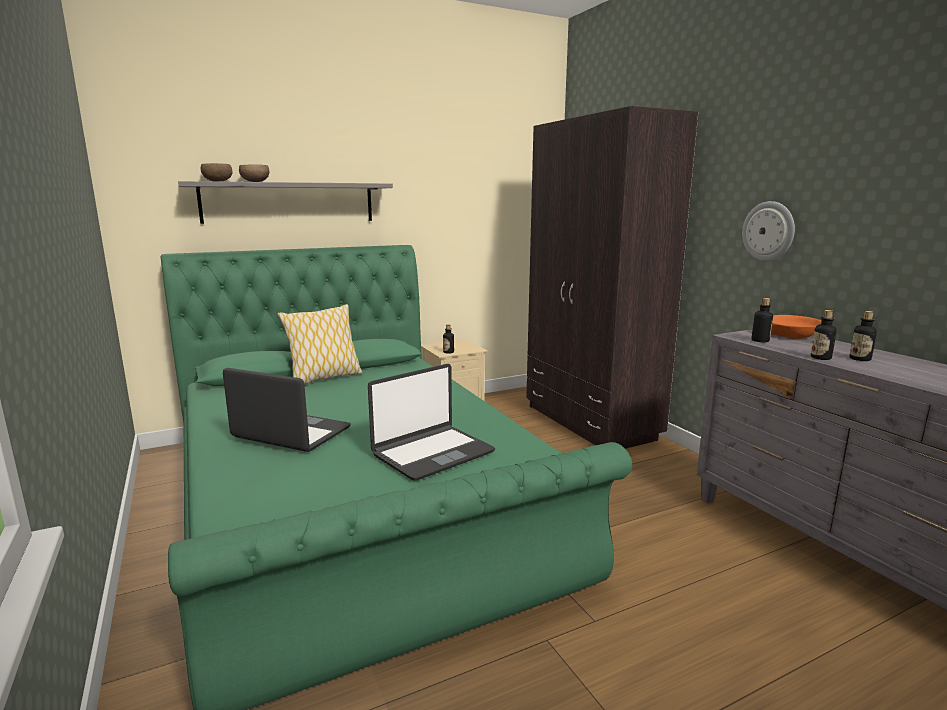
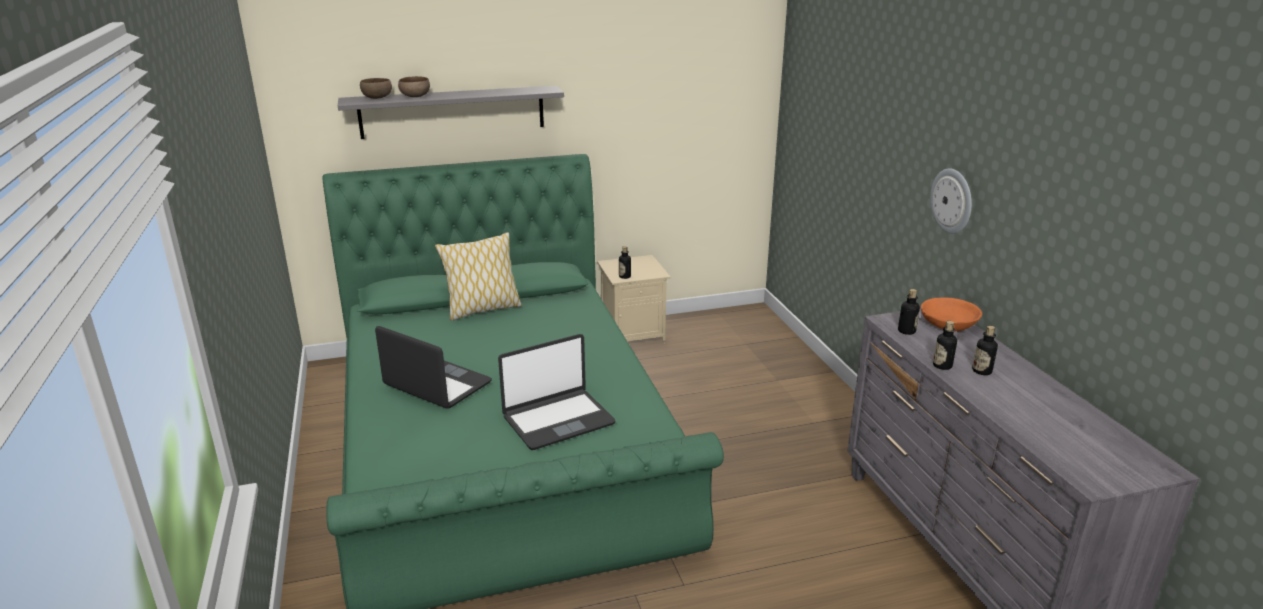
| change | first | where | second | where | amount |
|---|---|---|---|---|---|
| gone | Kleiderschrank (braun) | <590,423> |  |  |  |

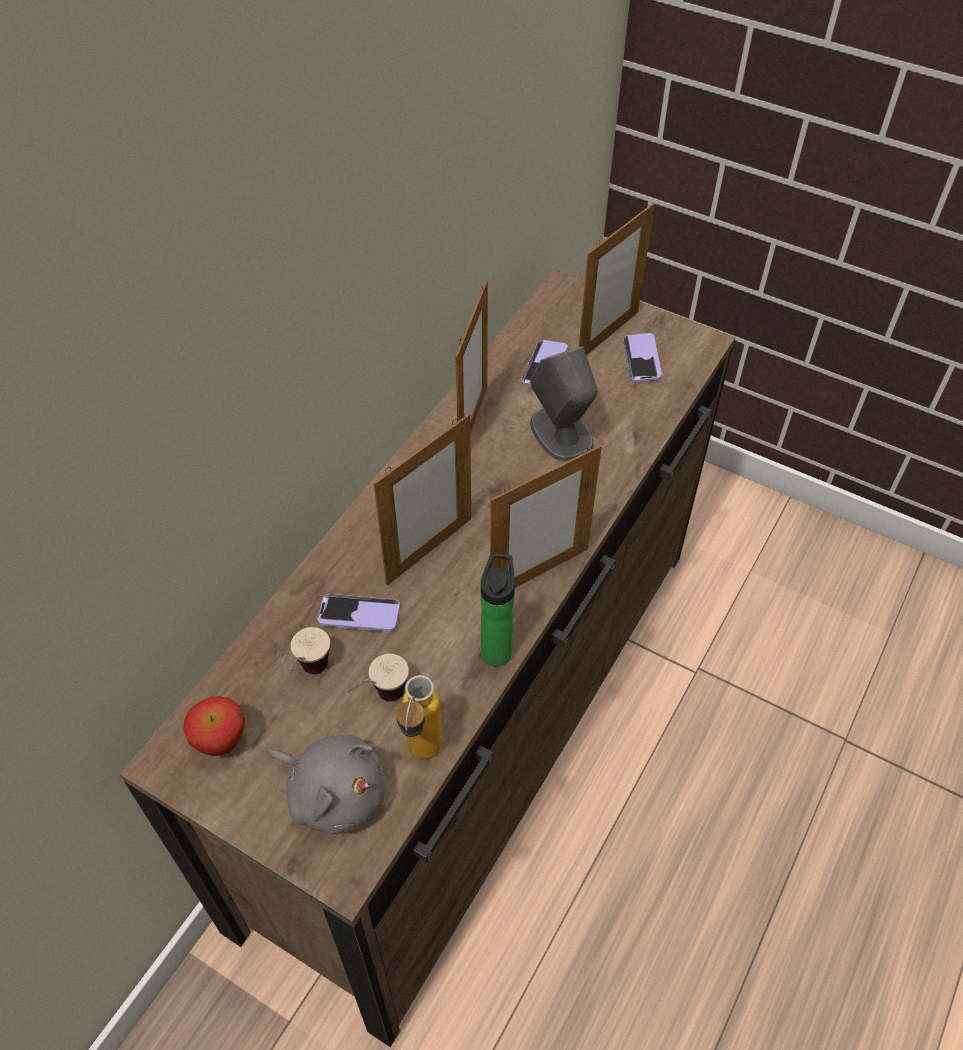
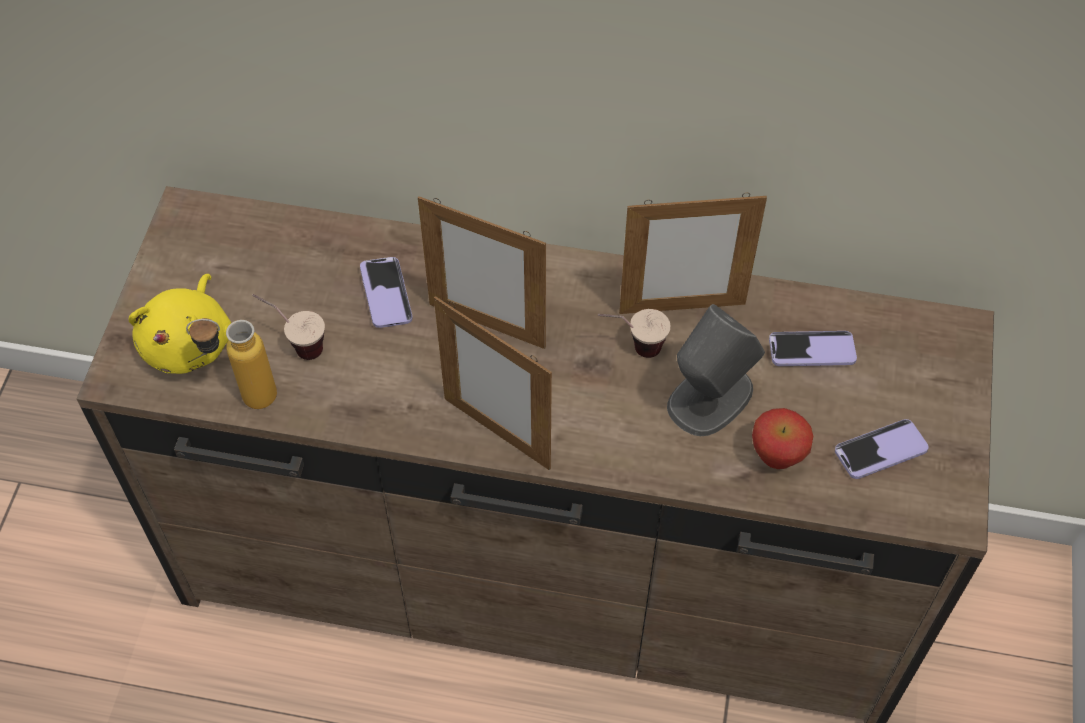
| change | first | where | second | where | amount |
|---|---|---|---|---|---|
| repainted | Plüschtier (grau) | <334,792> | Plüschtier (gelb) | <190,342> |  |
| shifted | Tasse | <309,677> |  | <631,348> |  |
| shifted | Apfel | <222,743> |  | <776,457> |  |
| gone | Flasche | <497,648> |  |  |  |
| gone | Bilderrahmen | <608,336> |  |  |  |

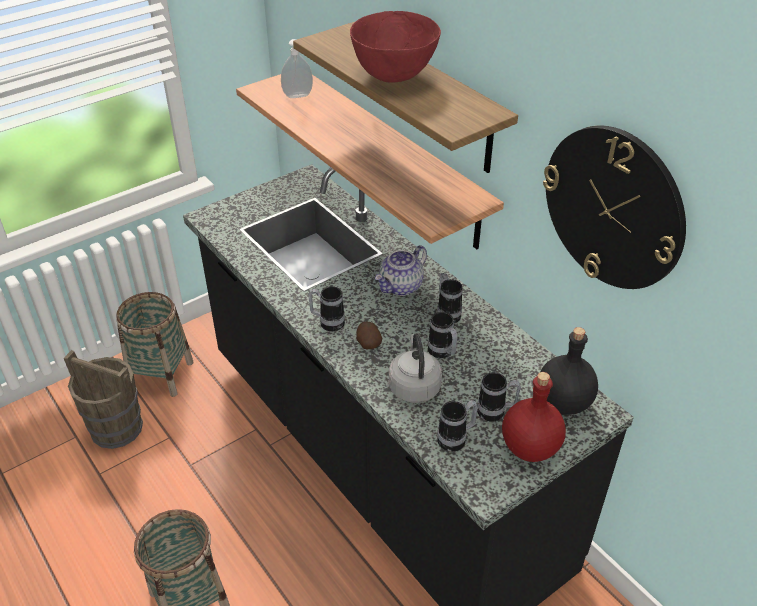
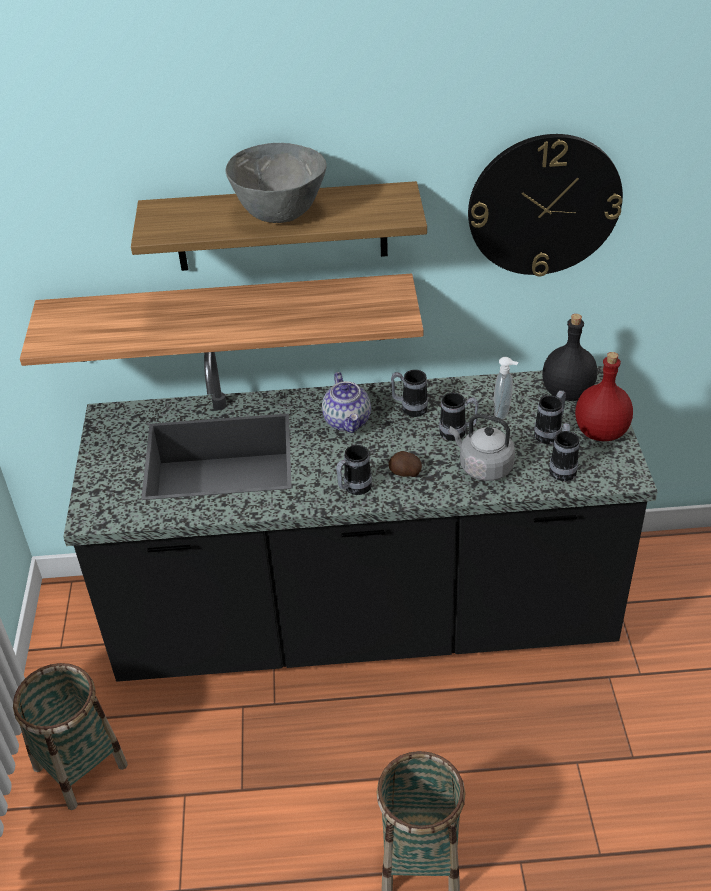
| change | first | where | second | where | amount |
|---|---|---|---|---|---|
| repainted | Schüssel (rot) | <393,76> | Schüssel (grau) | <279,215> |  |
| shifted | Seifenspender | <298,96> |  | <503,413> |  |
| gone | Eimer (braun) | <116,428> |  |  |  |

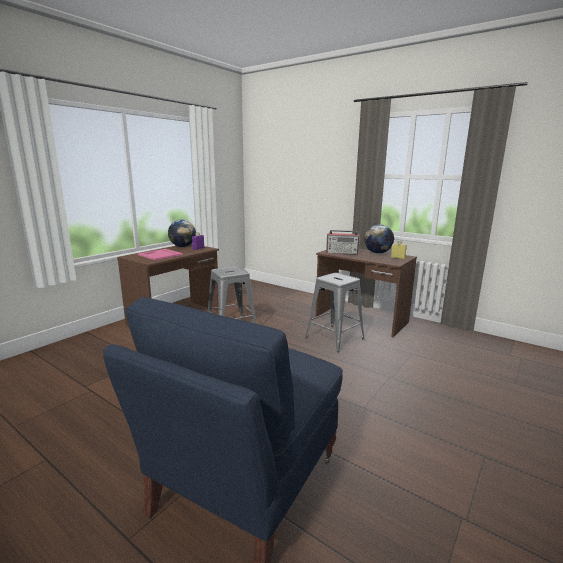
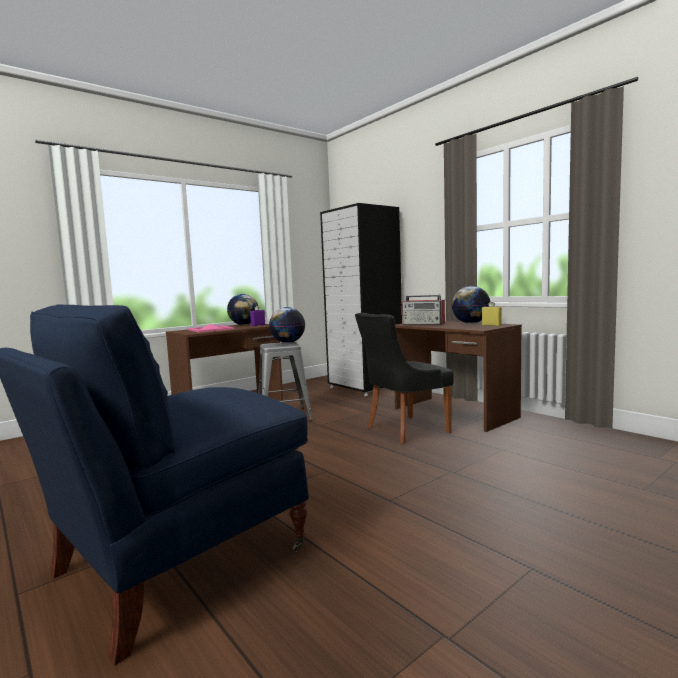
| change | first | where | second | where | amount |
|---|---|---|---|---|---|
| new |  |  | Globus | <288,342> |  |
| new |  |  | Kleiderschrank | <365,388> |  |
| swapped | Hocker (grau) | <335,338> | Stuhl (schwarz) | <404,430> |  |

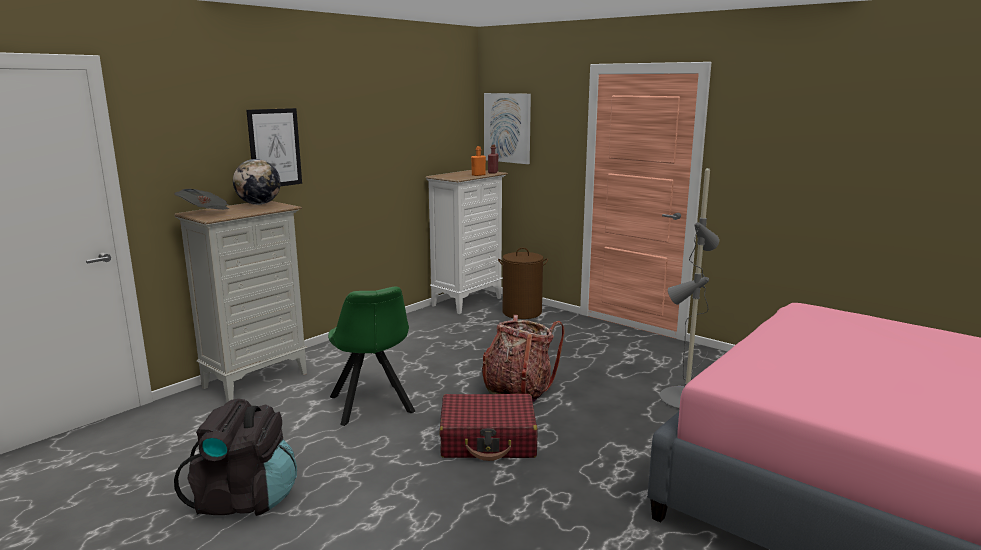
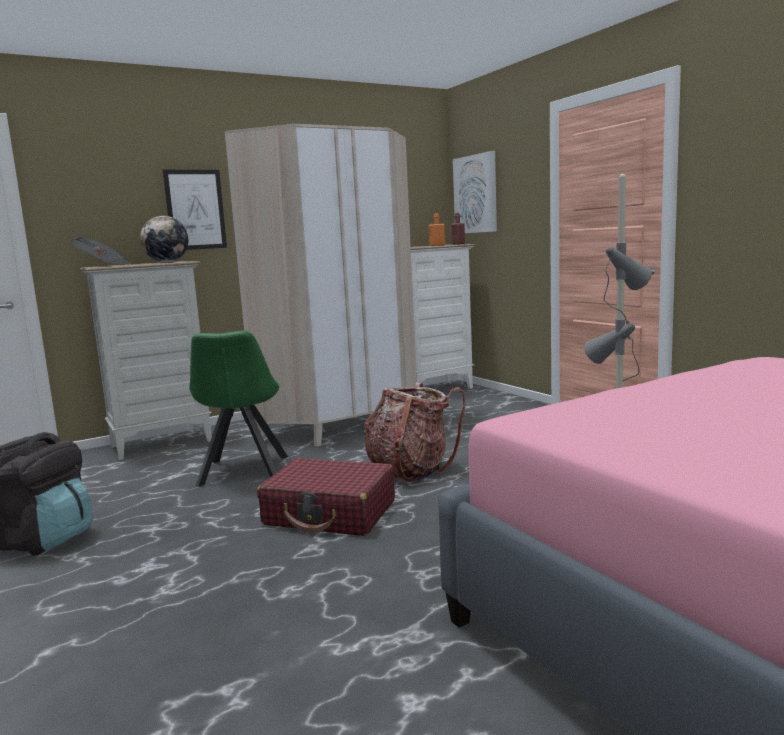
| change | first | where | second | where | amount |
|---|---|---|---|---|---|
| new |  |  | Kleiderschrank (beige) | <338,424> |  |
| gone | Wäschekorb (braun) | <522,312> |  |  |  |

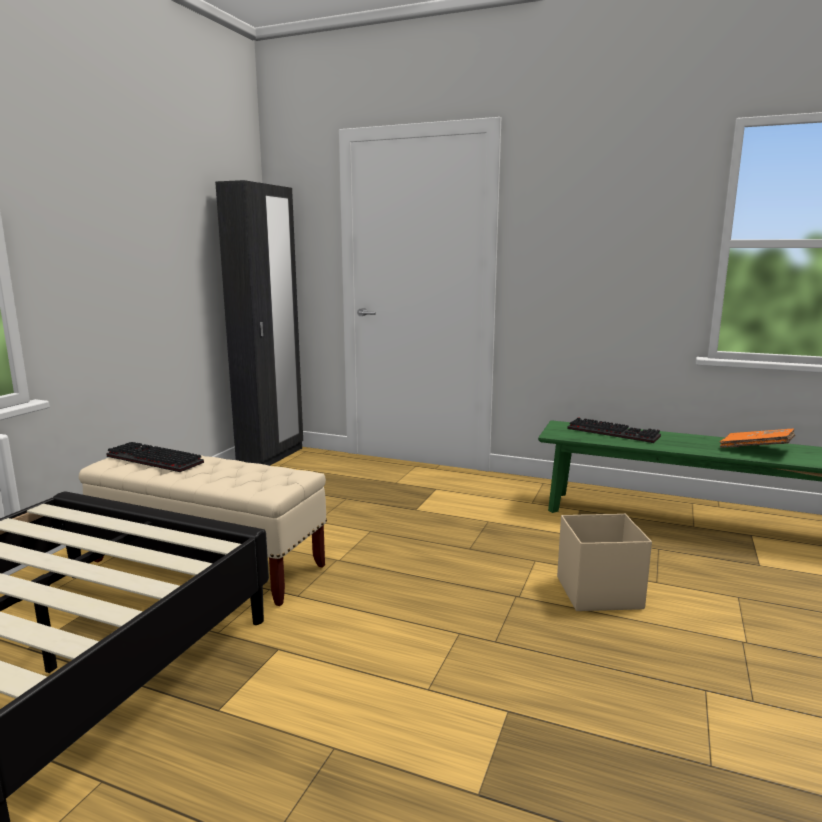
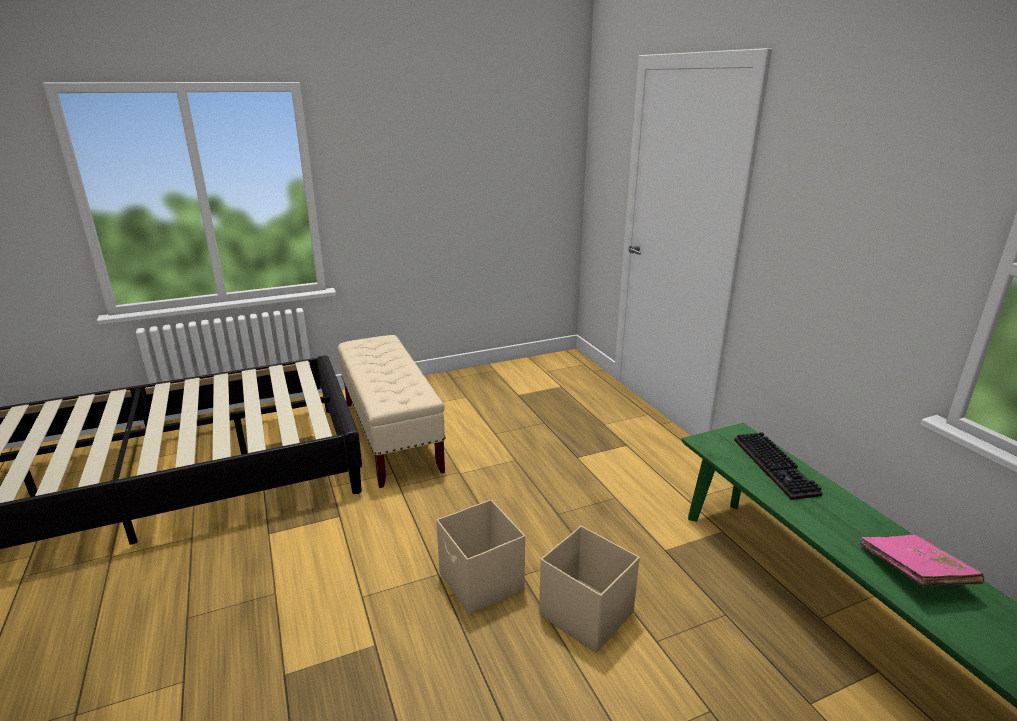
| change | first | where | second | where | amount |
|---|---|---|---|---|---|
| new |  |  | Aufbewahrungsbox (beige) | <481,583> |  |
| repainted | Buch (orange) | <756,449> | Buch (rosa) | <914,572> |  |
| gone | Tastatur | <151,460> |  |  |  |
| gone | Kleiderschrank (schwarz) | <271,457> |  |  |  |

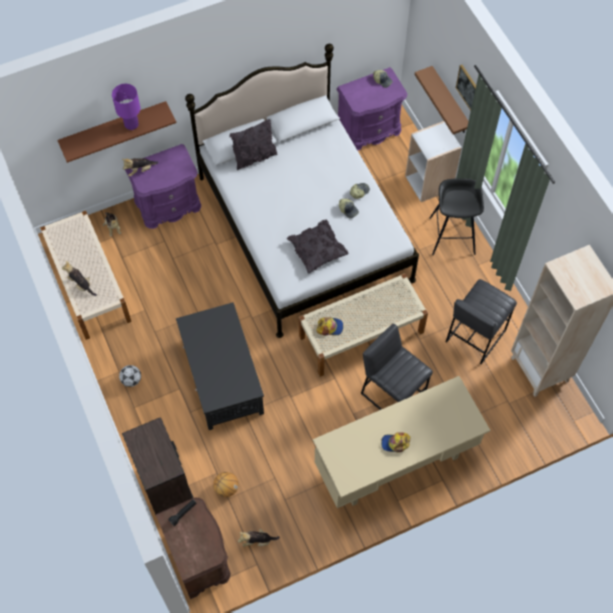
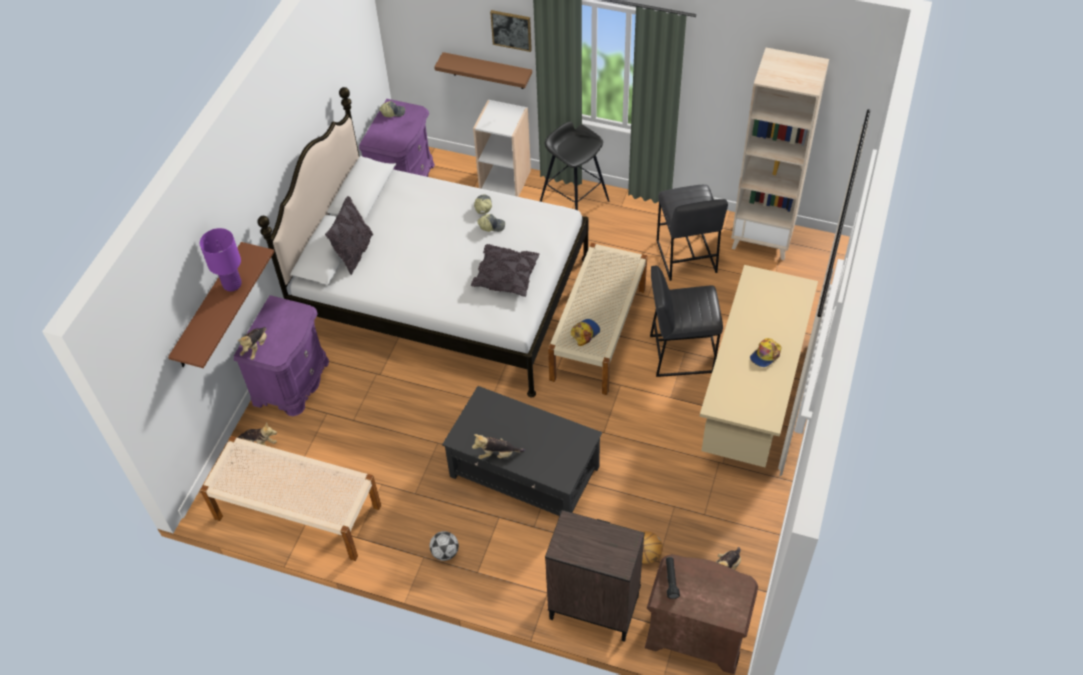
| change | first | where | second | where | amount |
|---|---|---|---|---|---|
| shifted | Plüschtier | <81,284> |  | <497,454> |  |

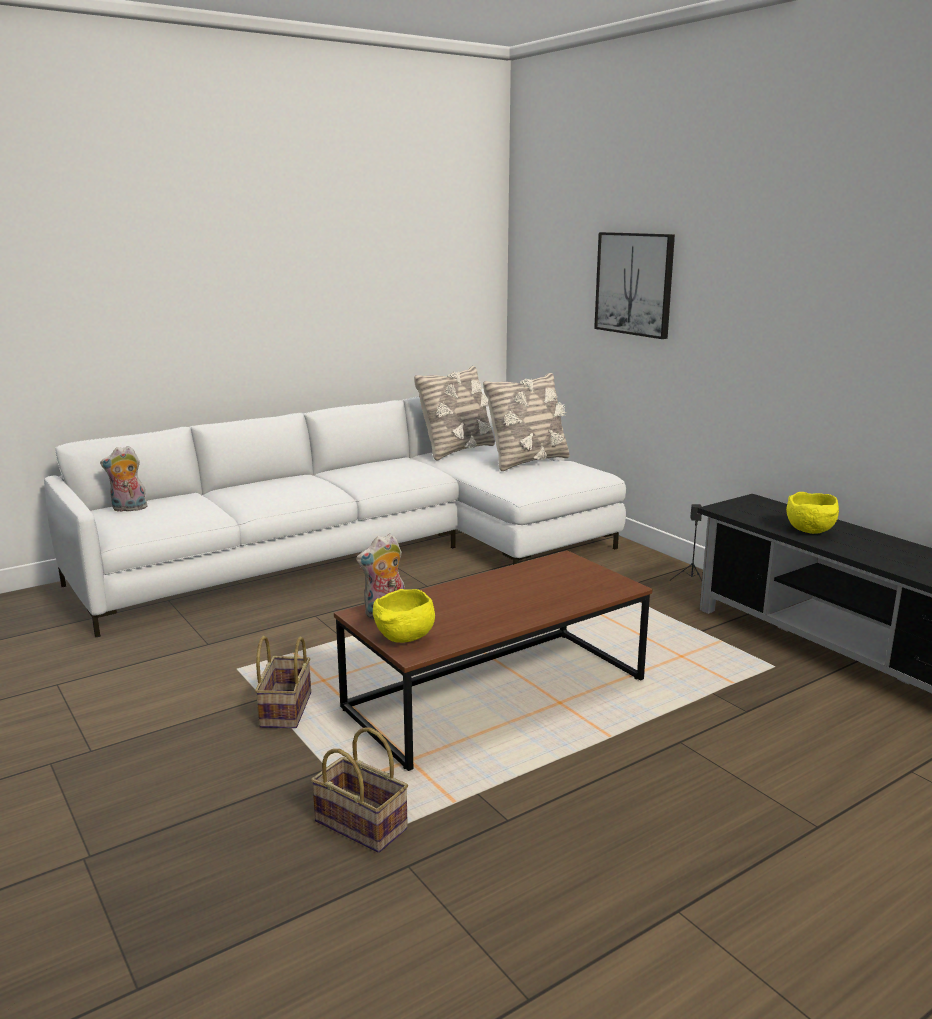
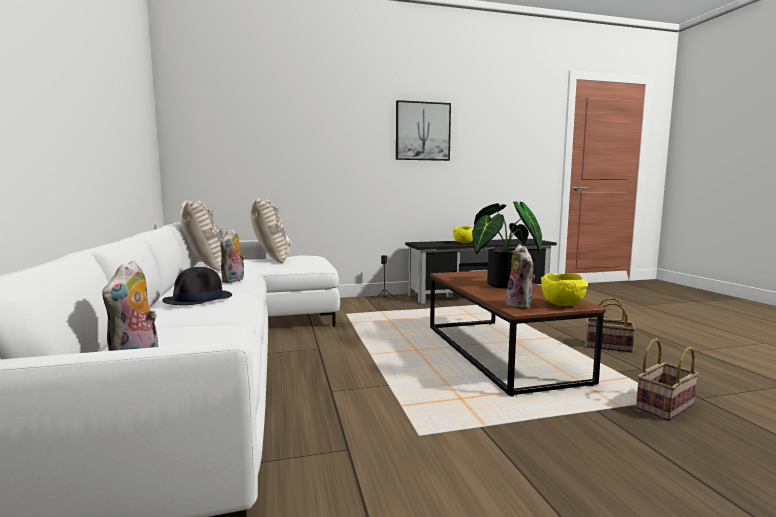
| change | first | where | second | where | amount |
|---|---|---|---|---|---|
| new |  |  | Hut (schwarz) | <198,299> |  |
| new |  |  | Plüschtier | <234,280> |  |
| shifted | Bild | <634,284> |  | <422,131> |  |
| new |  |  | Topfpflanze | <501,285> |  |
| shifted | Korb | <285,709> |  | <607,346> |  |

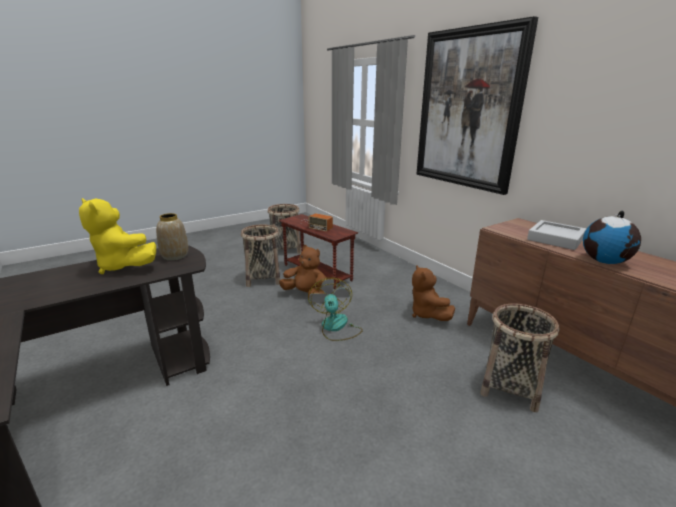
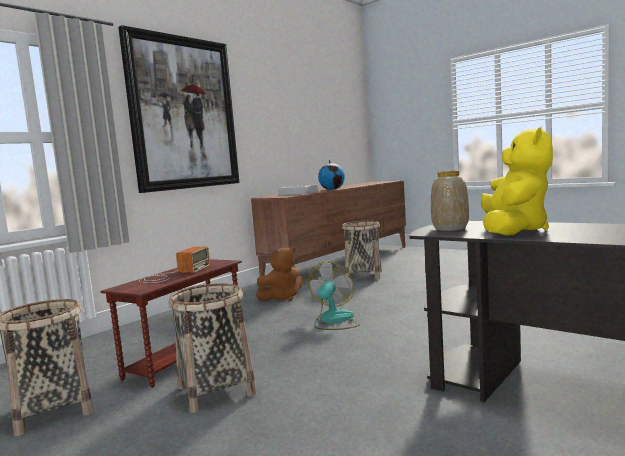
| change | first | where | second | where | amount |
|---|---|---|---|---|---|
| rotated | Ventilator | <336,327> |  | <334,321> | 135 degrees clockwise |
| gone | Plüschtier (braun) | <306,295> |  |  |  |

